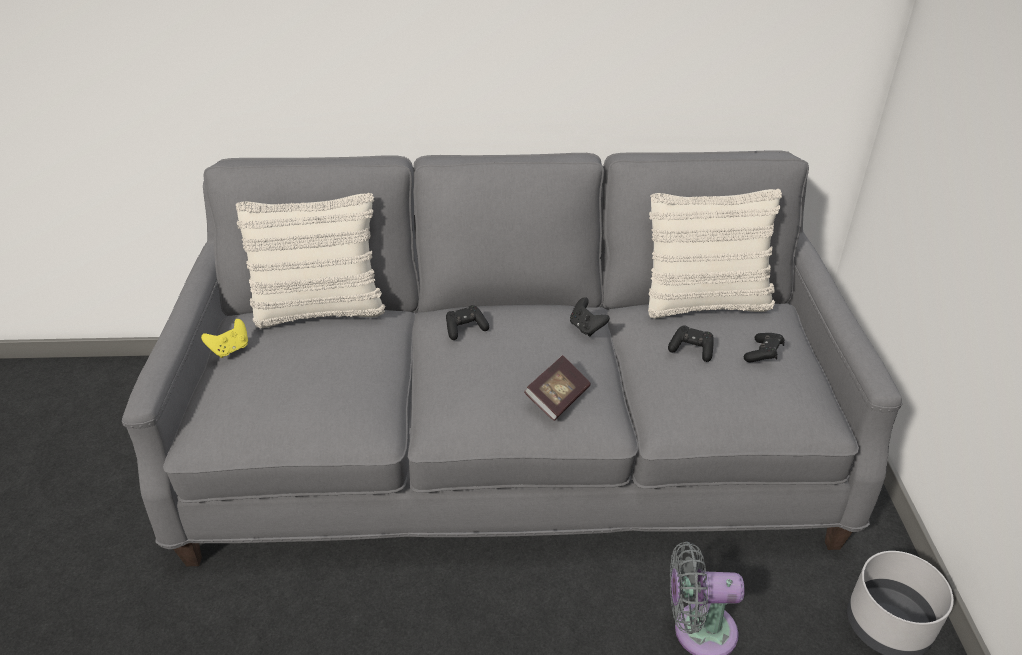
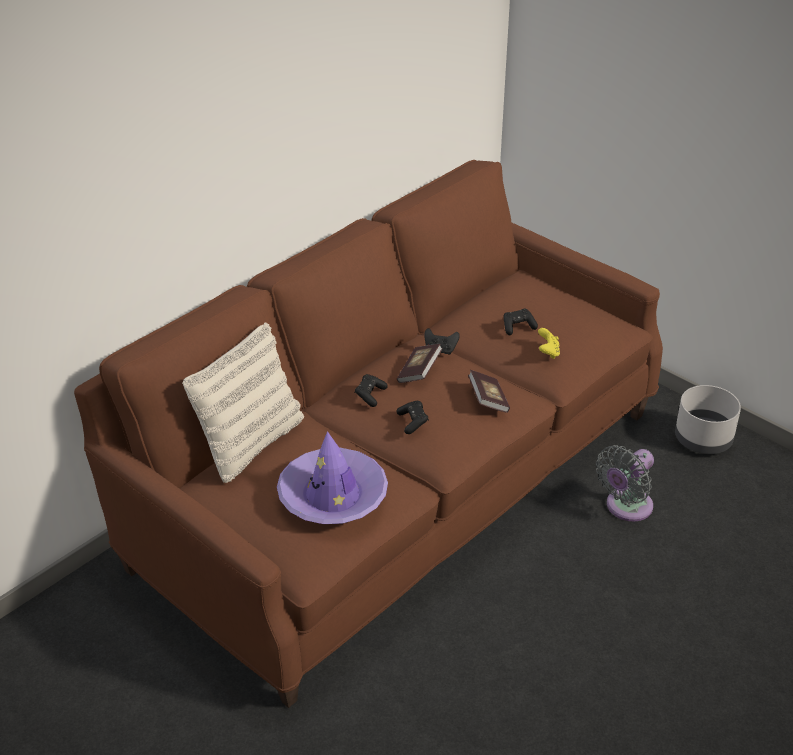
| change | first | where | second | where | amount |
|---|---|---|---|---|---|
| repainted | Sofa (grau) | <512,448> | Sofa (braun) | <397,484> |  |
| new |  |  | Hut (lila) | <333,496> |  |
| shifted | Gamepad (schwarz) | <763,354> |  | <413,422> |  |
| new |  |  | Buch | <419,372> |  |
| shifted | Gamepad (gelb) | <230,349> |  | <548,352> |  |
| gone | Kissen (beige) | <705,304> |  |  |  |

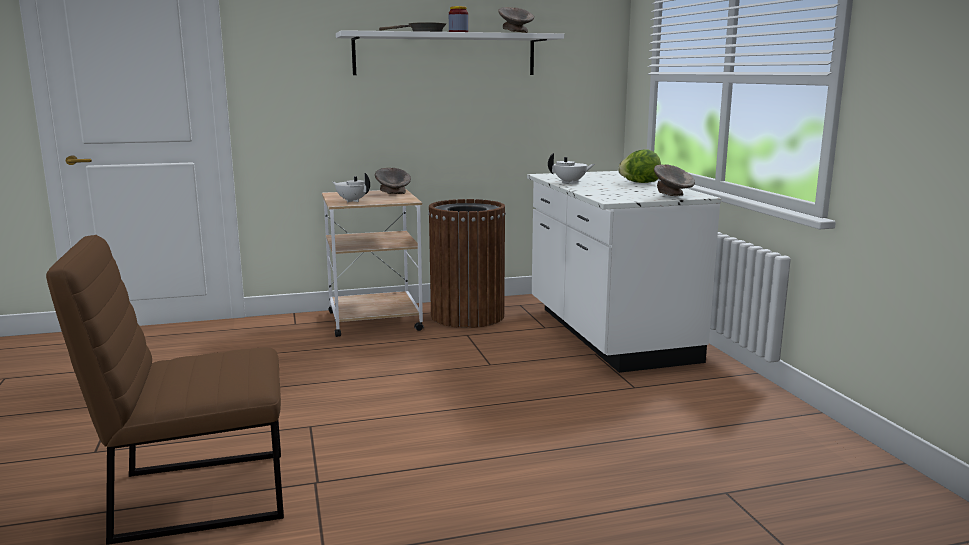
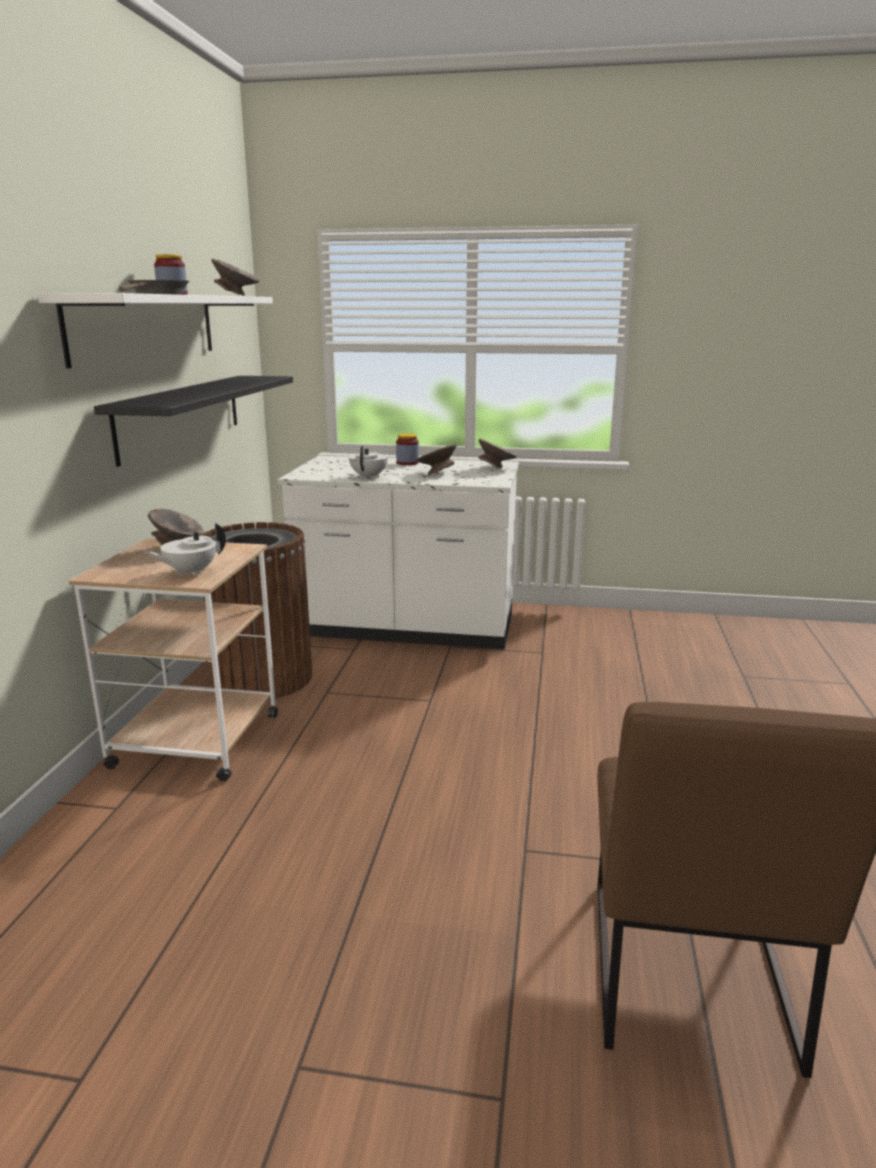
| change | first | where | second | where | amount |
|---|---|---|---|---|---|
| new |  |  | Wandregal (schwarz) | <181,415> |  |
| swapped | Salatkopf | <640,182> | Vorratsglas | <407,463> |  |
| new |  |  | Schüssel (grau) | <436,473> |  |

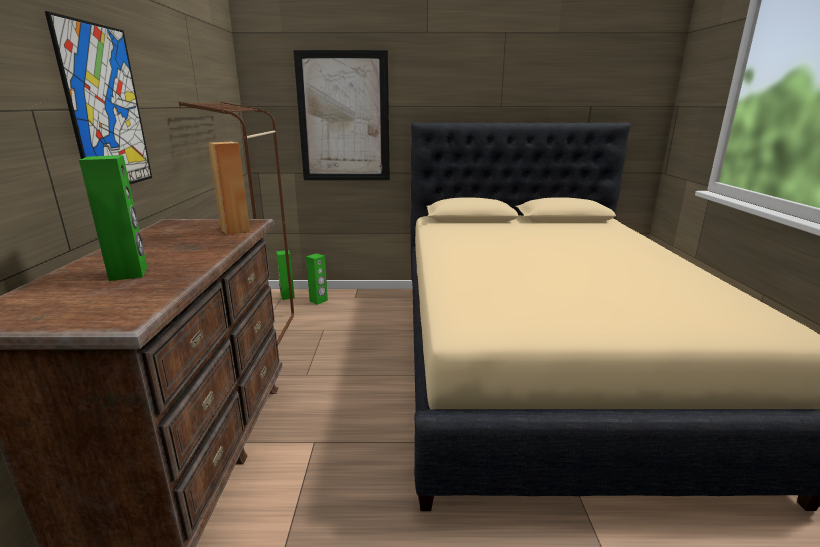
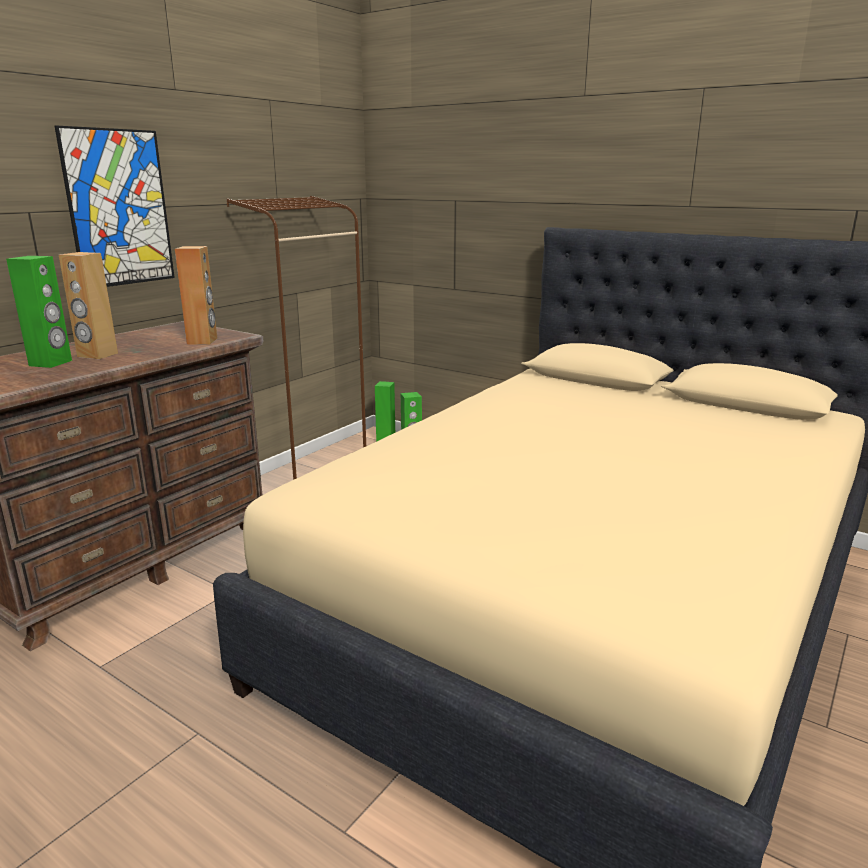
| change | first | where | second | where | amount |
|---|---|---|---|---|---|
| new |  |  | Lautsprecher (braun) | <97,355> |  |
| gone | Bild | <344,118> |  |  |  |

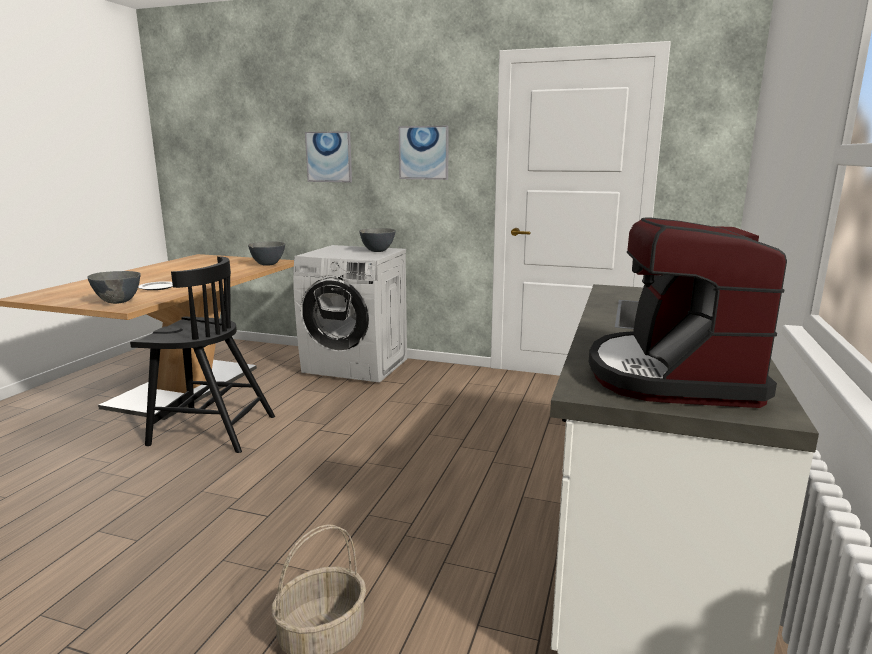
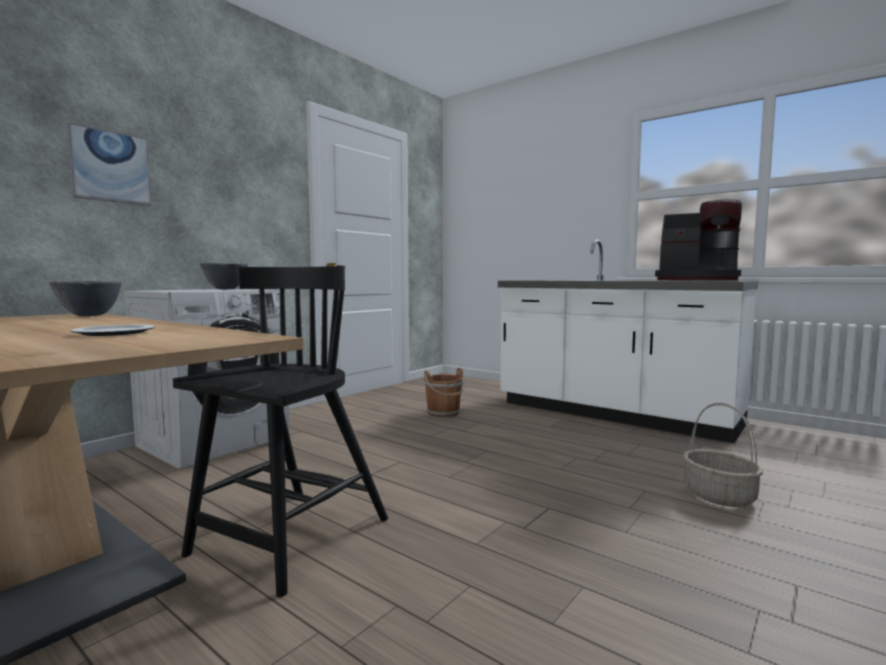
| change | first | where | second | where | amount |
|---|---|---|---|---|---|
| new |  |  | Eimer (braun) | <444,413> |  |
| gone | Schüssel (grau) | <119,302> |  |  |  |
| gone | Bild | <424,152> |  |  |  |

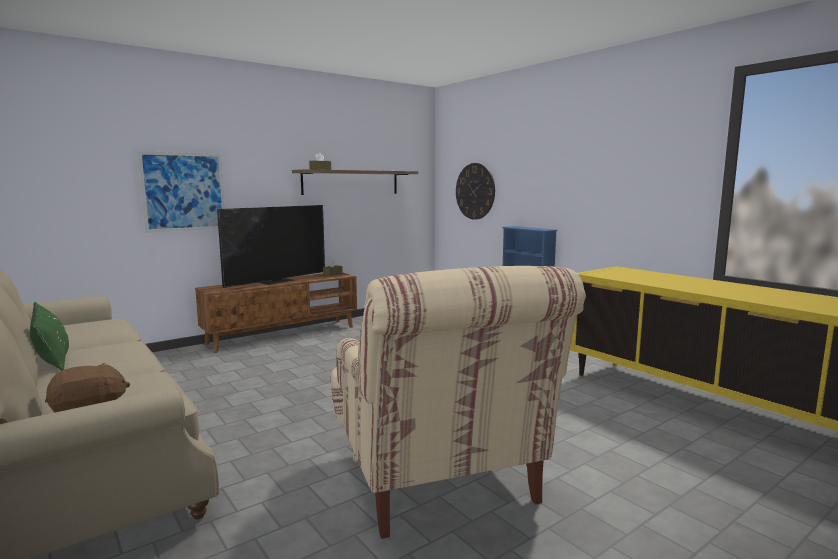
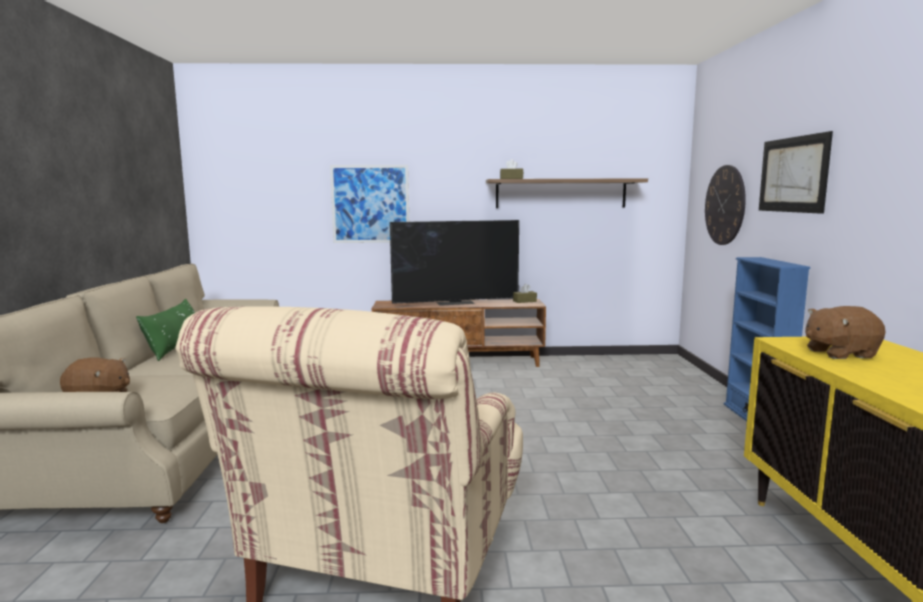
| change | first | where | second | where | amount |
|---|---|---|---|---|---|
| new |  |  | Bild | <792,174> |  |
| new |  |  | Plüschtier (braun) | <839,353> |  |

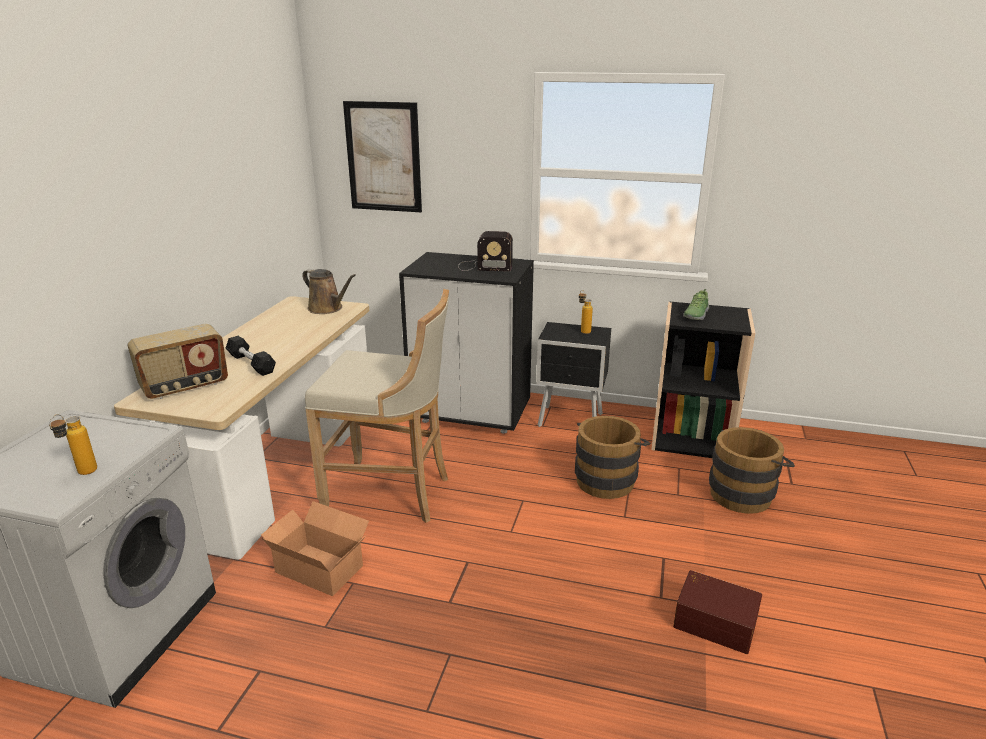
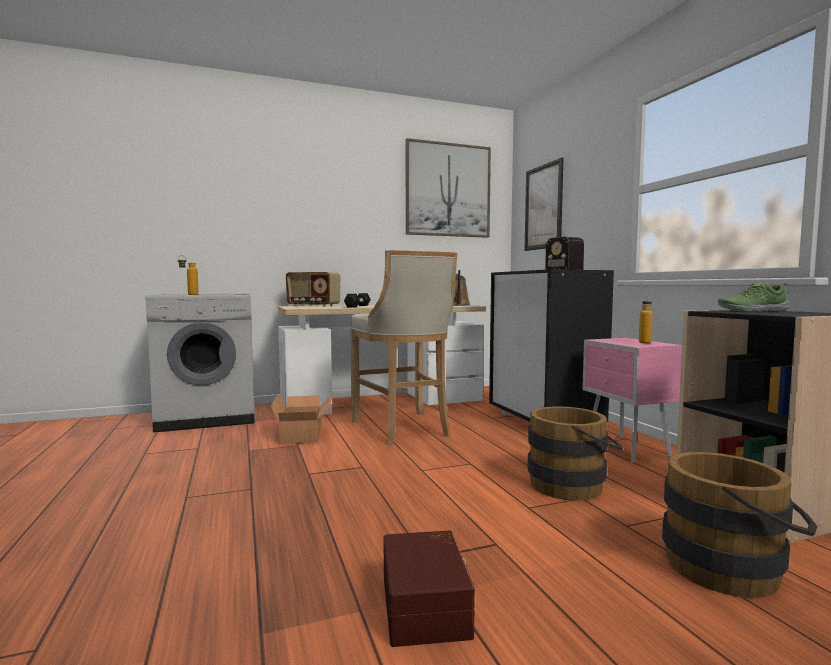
| change | first | where | second | where | amount |
|---|---|---|---|---|---|
| new |  |  | Bild | <448,190> |  |
| repainted | Nachttisch (schwarz) | <571,421> | Nachttisch (rosa) | <627,450> |  |

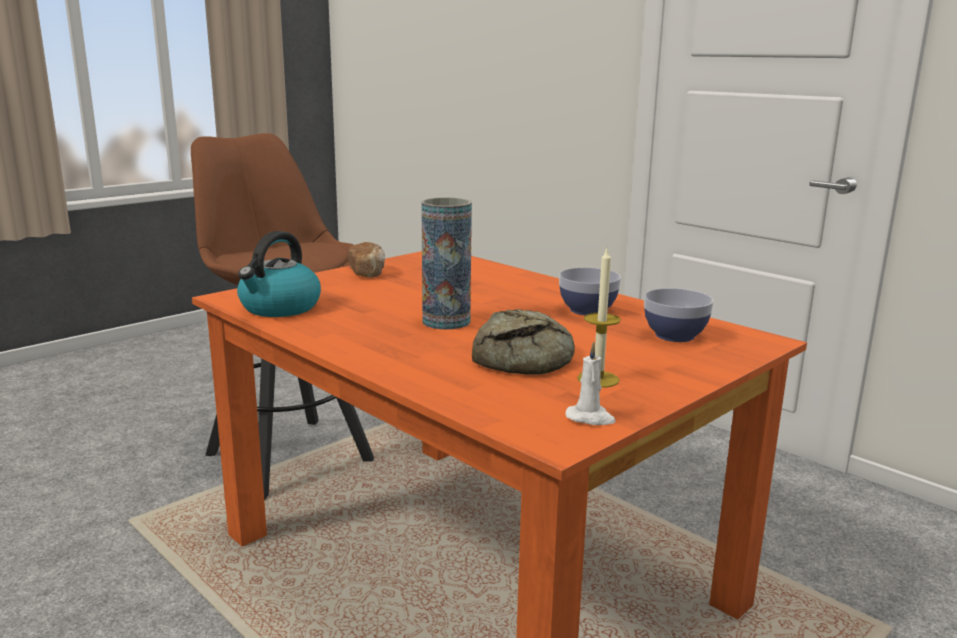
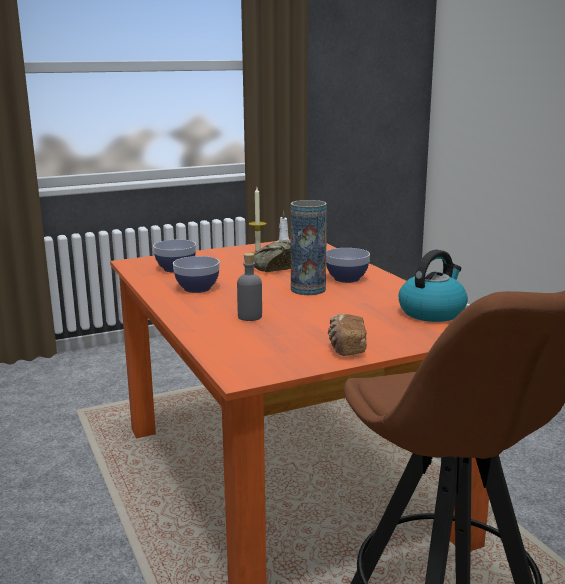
| change | first | where | second | where | amount |
|---|---|---|---|---|---|
| new |  |  | Flasche (grau) | <250,316> |  |
| new |  |  | Schüssel | <346,279> |  |

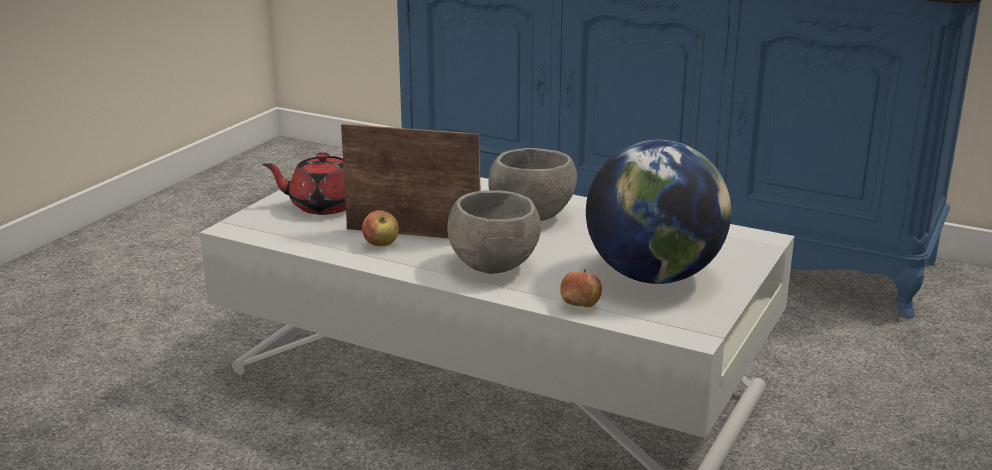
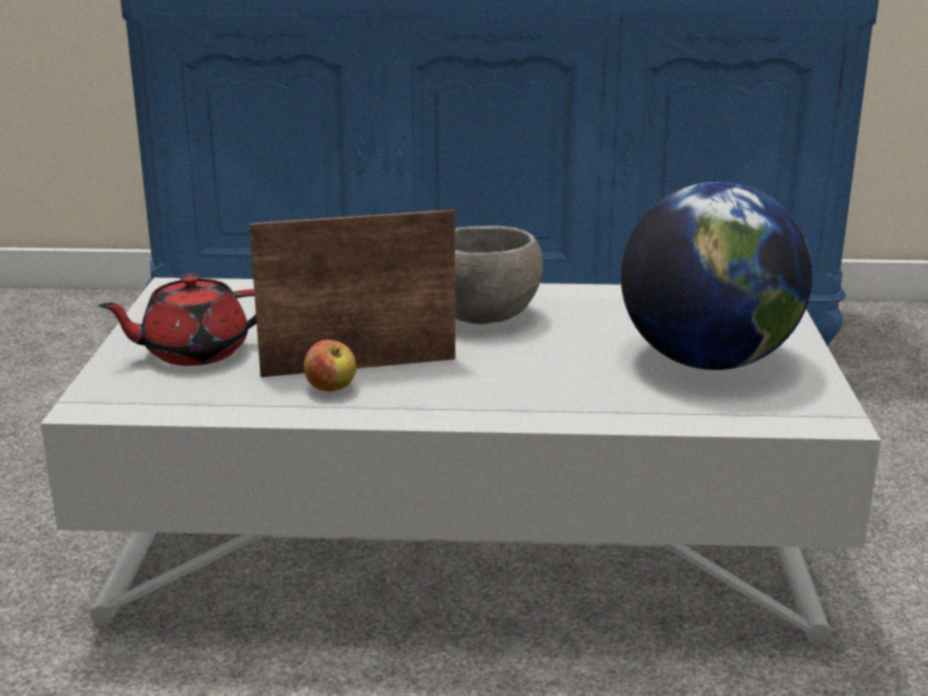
| change | first | where | second | where | amount |
|---|---|---|---|---|---|
| gone | Schüssel (grau) | <493,265> |  |  |  |
| gone | Apfel | <580,306> |  |  |  |

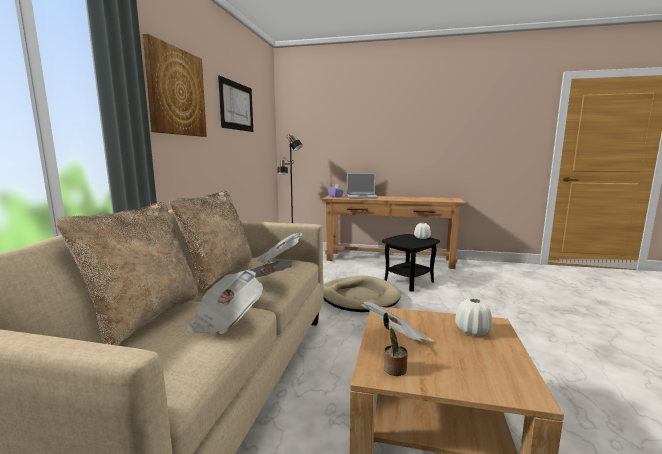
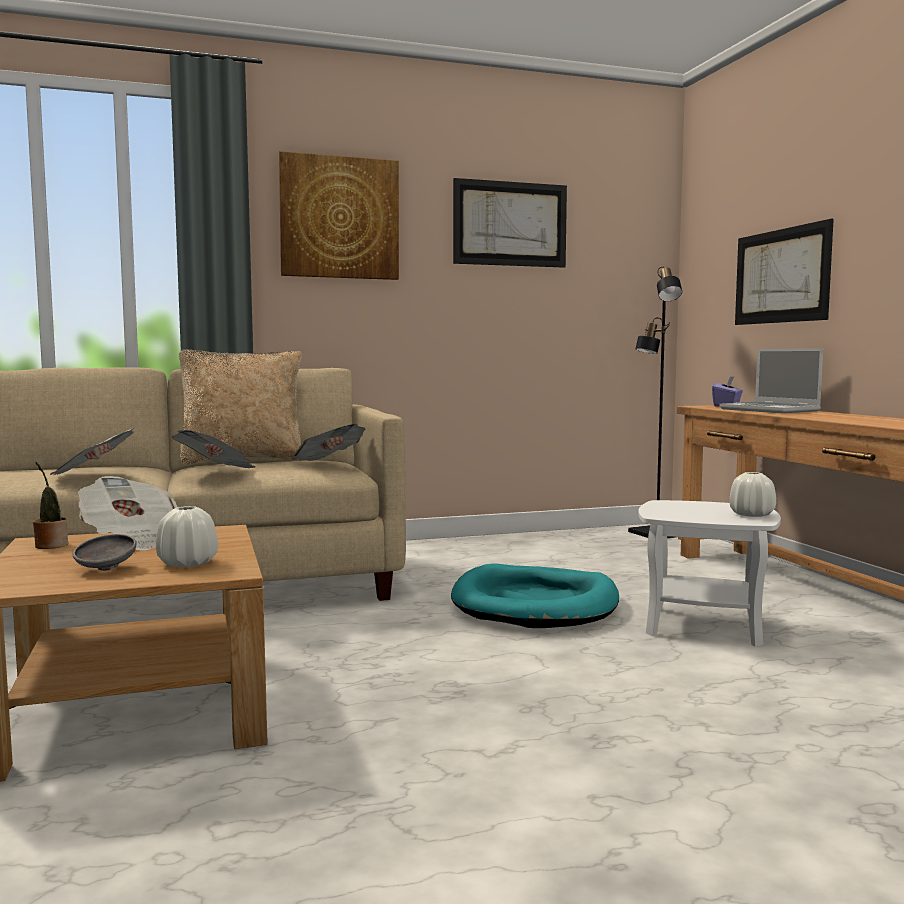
| change | first | where | second | where | amount |
|---|---|---|---|---|---|
| new |  |  | Schüssel (grau) | <105,569> |  |
| repainted | Hundebett (beige) | <359,297> | Hundebett (türkis) | <535,604> |  |
| repainted | Beistelltisch (schwarz) | <408,282> | Beistelltisch (weiß) | <704,625> |  |
| new |  |  | Bild | <781,276> |  |
| gone | Kissen (beige) | <147,318> |  |  |  |

